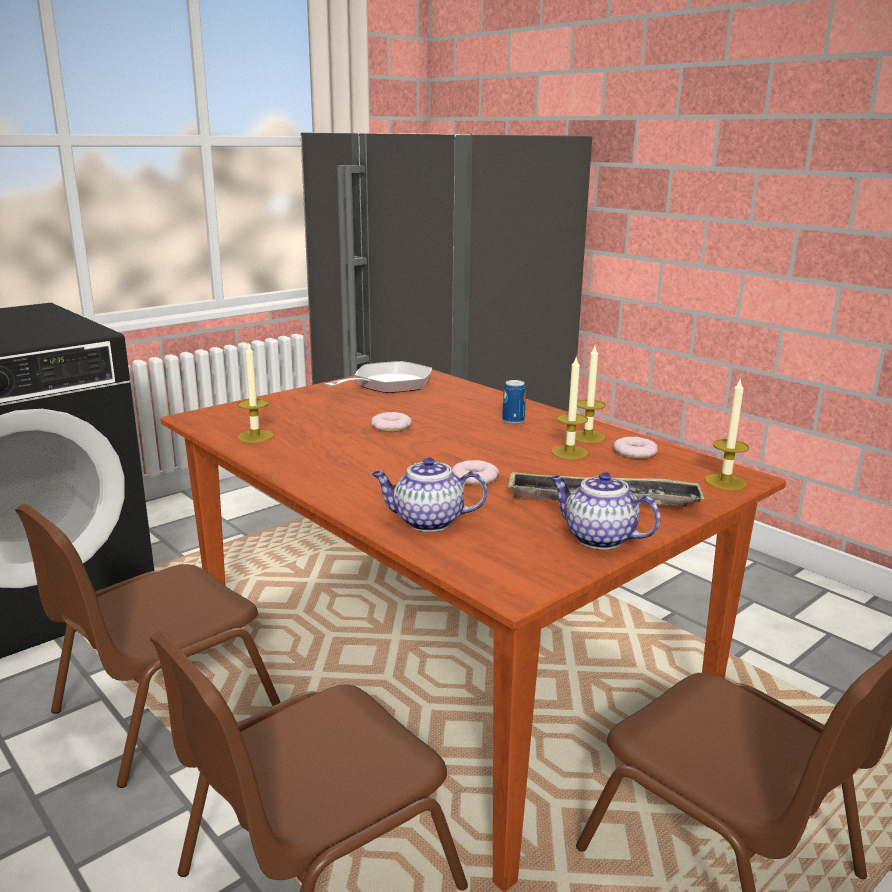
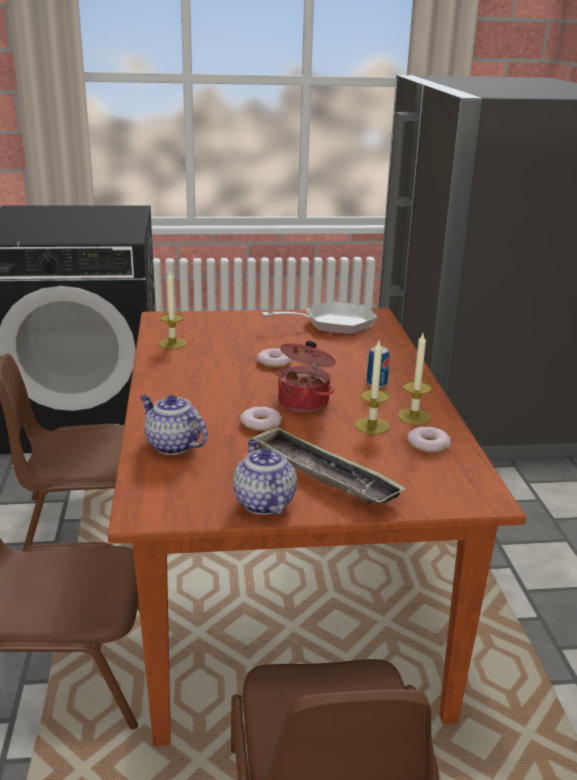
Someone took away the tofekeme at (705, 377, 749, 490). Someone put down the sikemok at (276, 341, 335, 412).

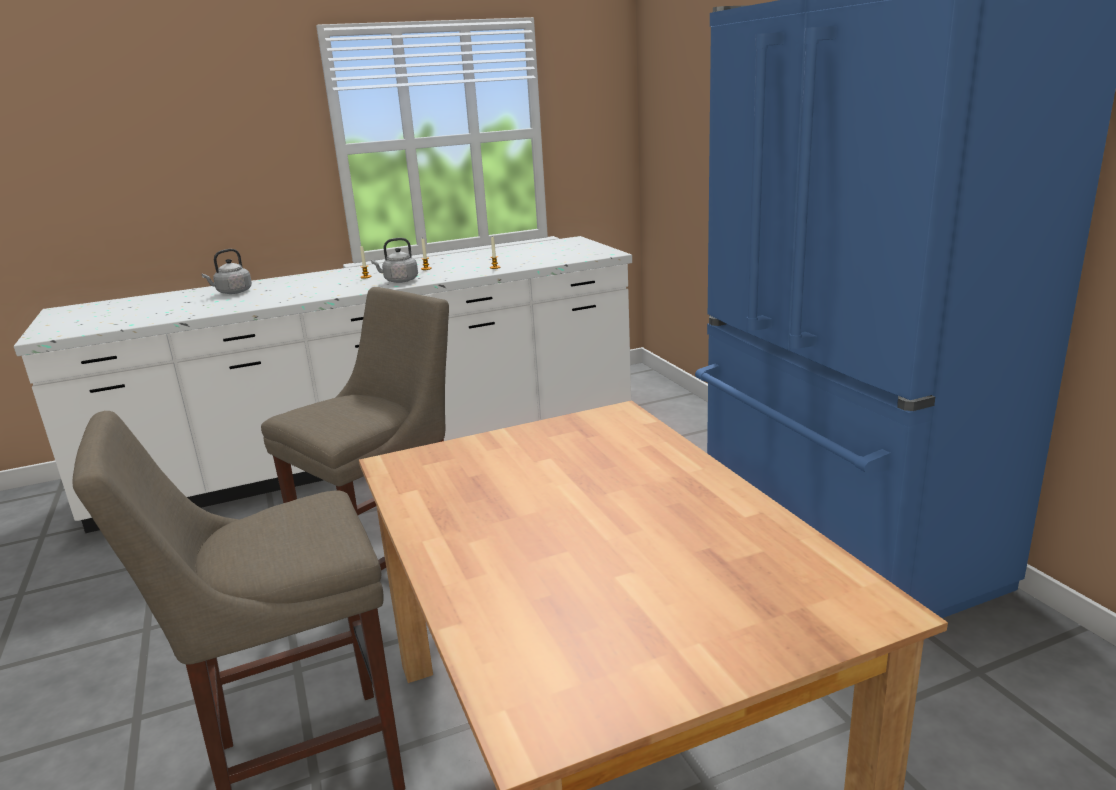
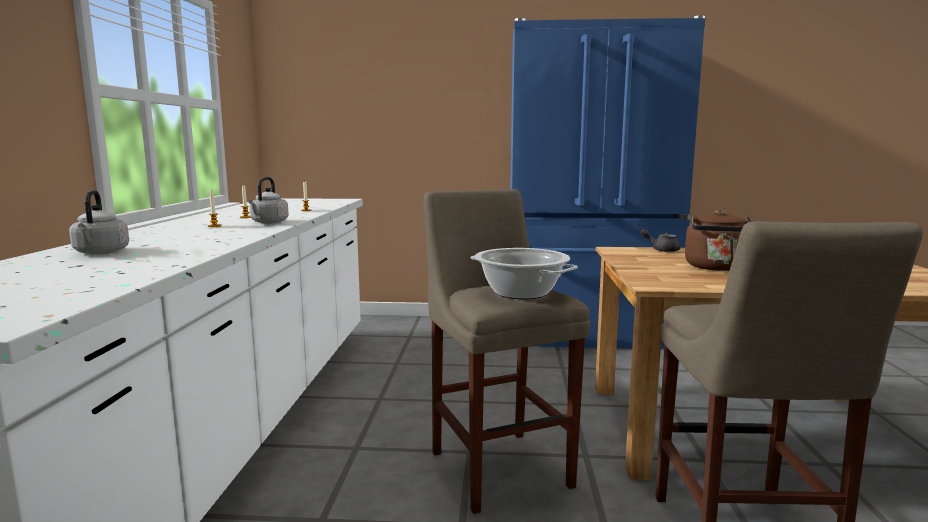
Someone put down the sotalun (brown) at (685, 210, 753, 271). Someone put down the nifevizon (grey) at (640, 229, 680, 252). Someone put down the sikemok at (470, 248, 578, 299).

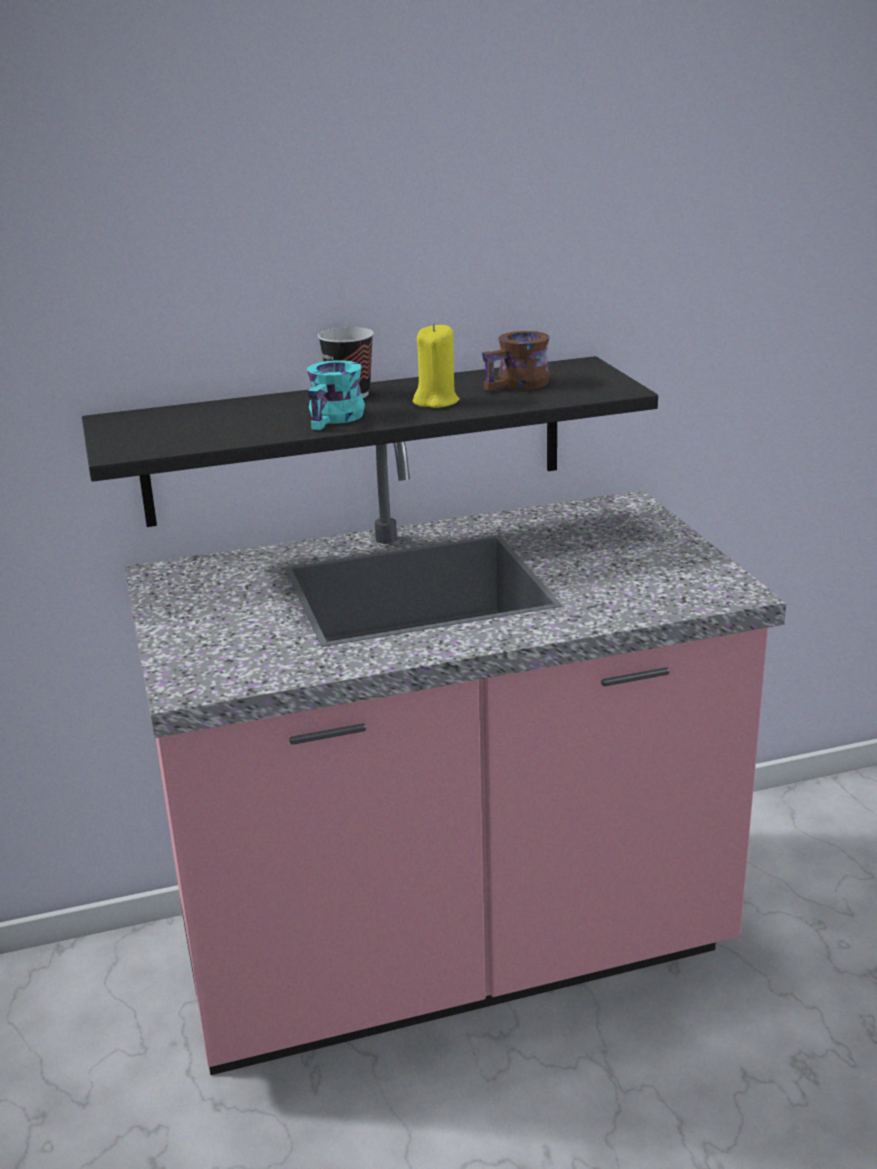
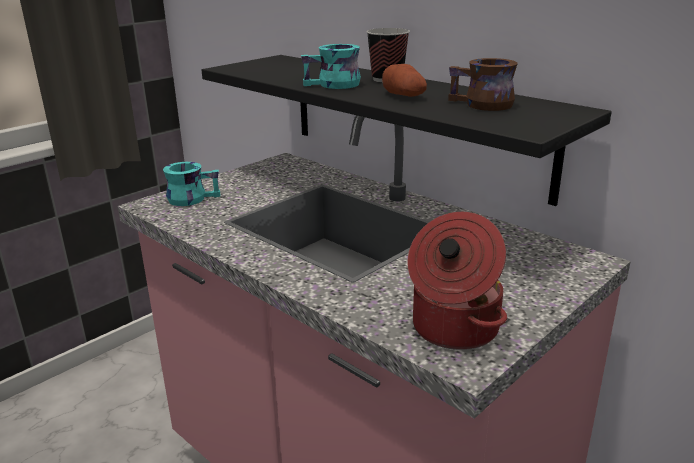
Someone swapped the tofekeme (yellow) at (413, 323, 460, 408) for the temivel at (382, 64, 427, 97). Someone put down the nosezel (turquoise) at (163, 162, 220, 206). Someone put down the sikemok at (407, 212, 507, 350).

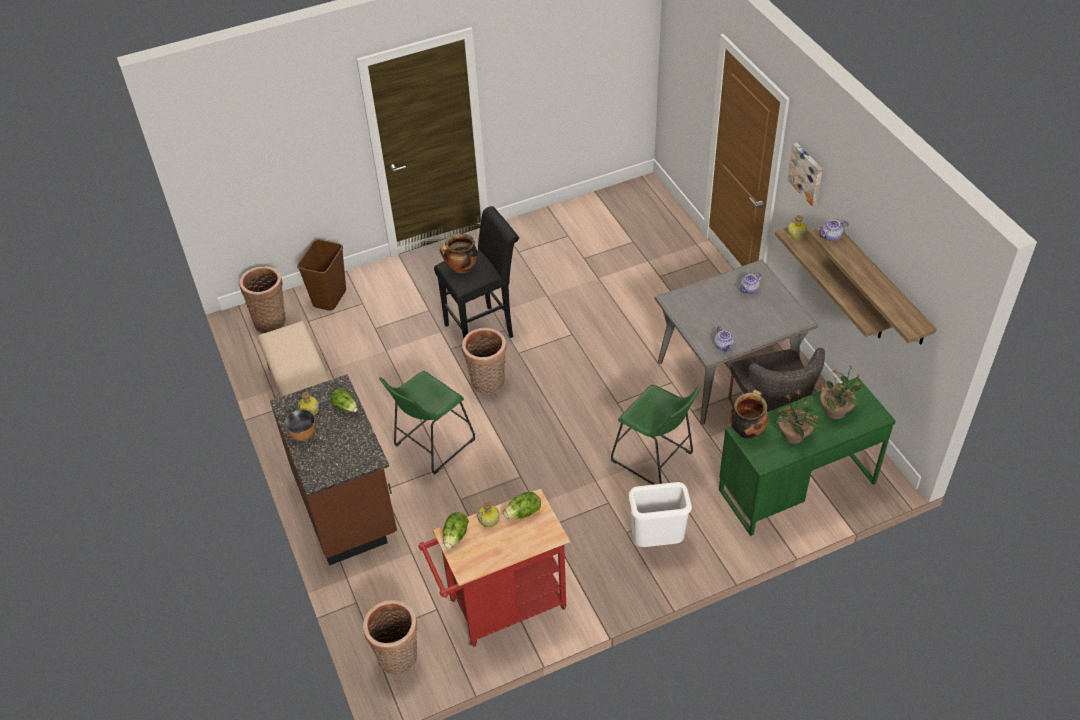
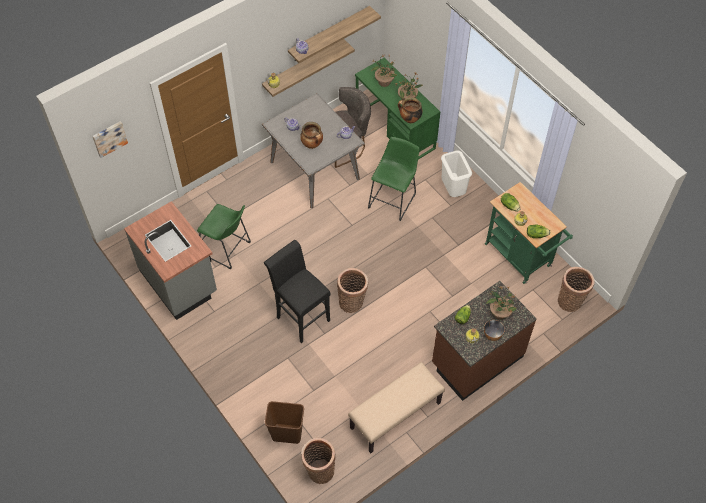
Someone carried the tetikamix from (787, 143, 823, 206) to (92, 121, 128, 158). Someone carried the sikemok from (440, 234, 478, 273) to (300, 122, 323, 149). Someone carried the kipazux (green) from (379, 371, 475, 474) to (197, 204, 251, 269). Someone repainted the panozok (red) at (418, 489, 570, 647), which became the panozok (green) at (485, 182, 573, 284). Someone put down the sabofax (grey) at (124, 201, 217, 320). Someone put down the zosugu at (486, 286, 517, 320).

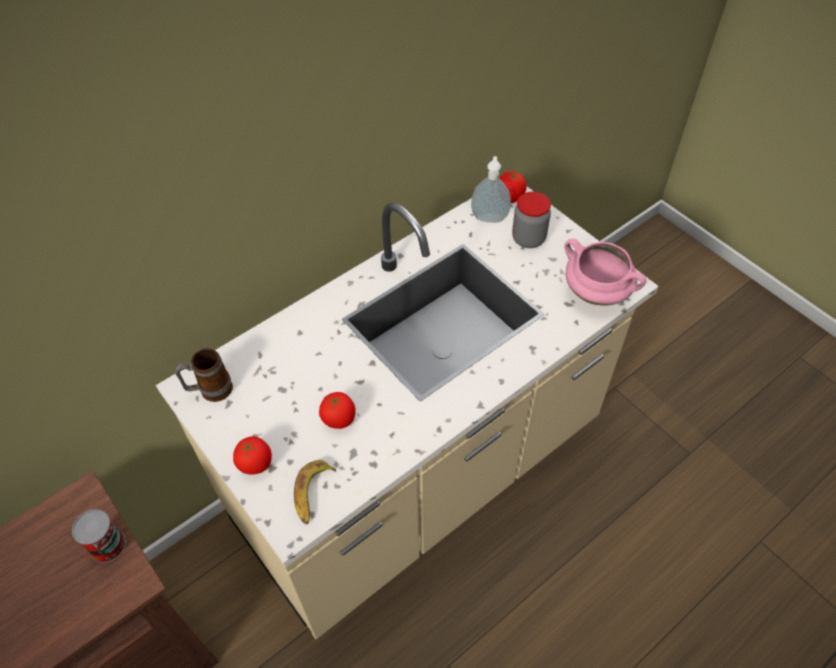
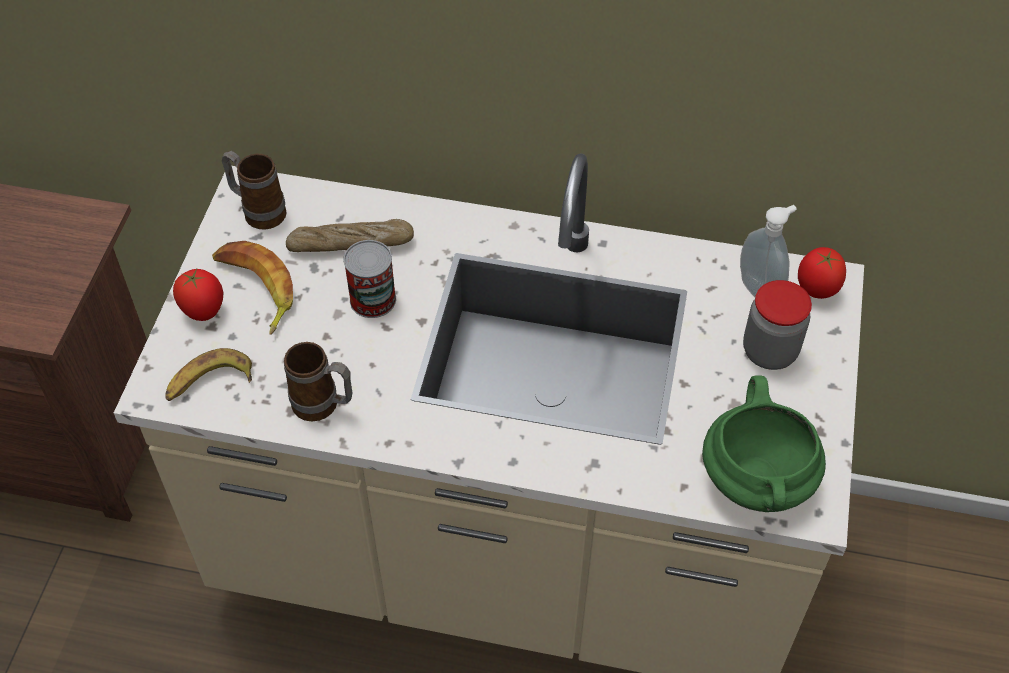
Someone repainted the sikemok (pink) at (564, 238, 646, 306), which became the sikemok (green) at (702, 375, 826, 512). Someone took away the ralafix at (319, 392, 356, 429). Someone carried the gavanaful from (72, 509, 126, 563) to (343, 240, 396, 318). Someone put down the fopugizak at (286, 219, 414, 252). Someone put down the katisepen at (212, 241, 293, 335). Someone put down the nosezel at (284, 342, 352, 421).

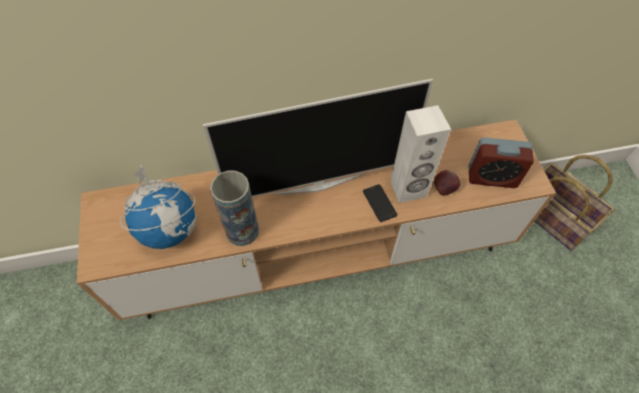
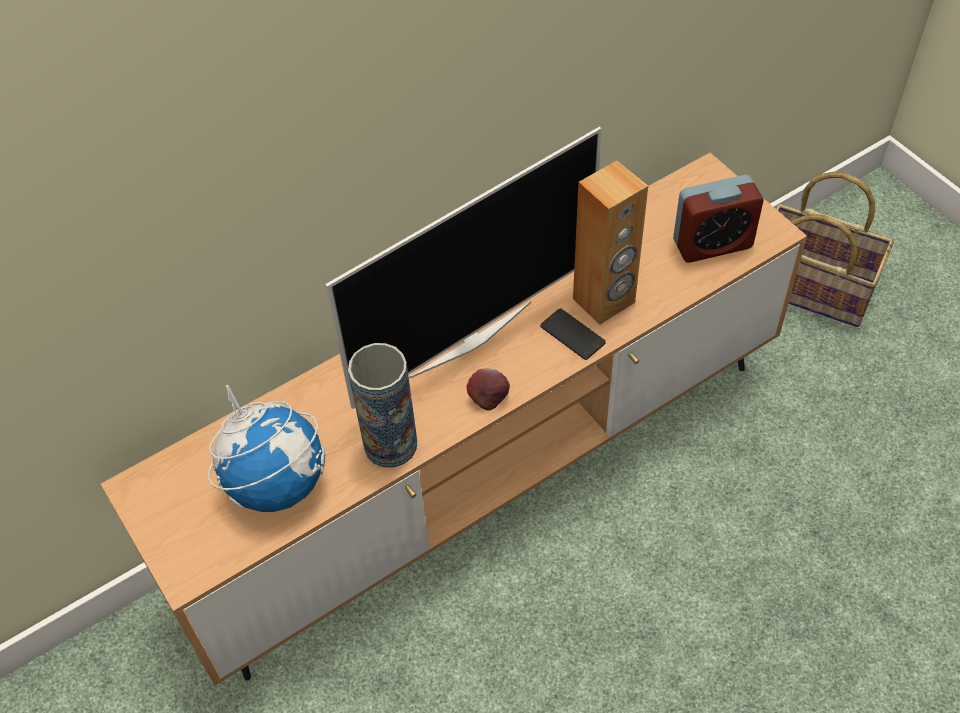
Someone repainted the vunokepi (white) at (391, 105, 451, 203), which became the vunokepi (brown) at (573, 160, 648, 325). Someone carried the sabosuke from (434, 170, 460, 196) to (466, 368, 510, 410).

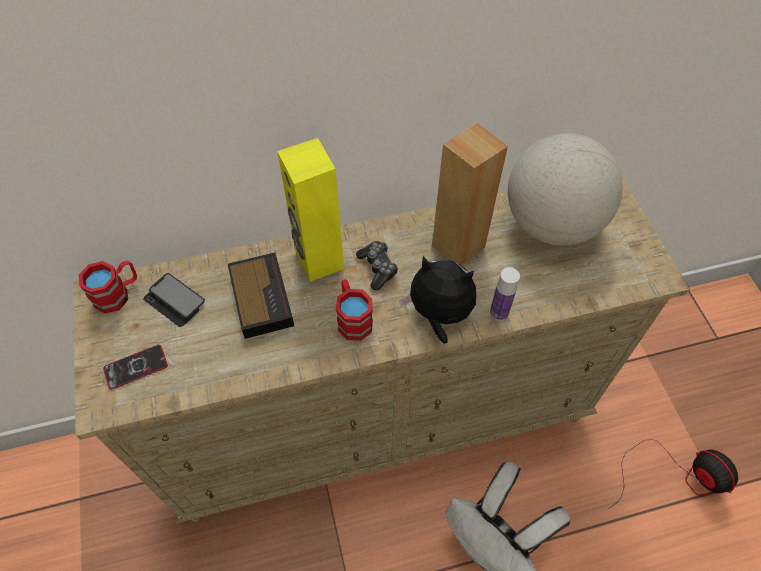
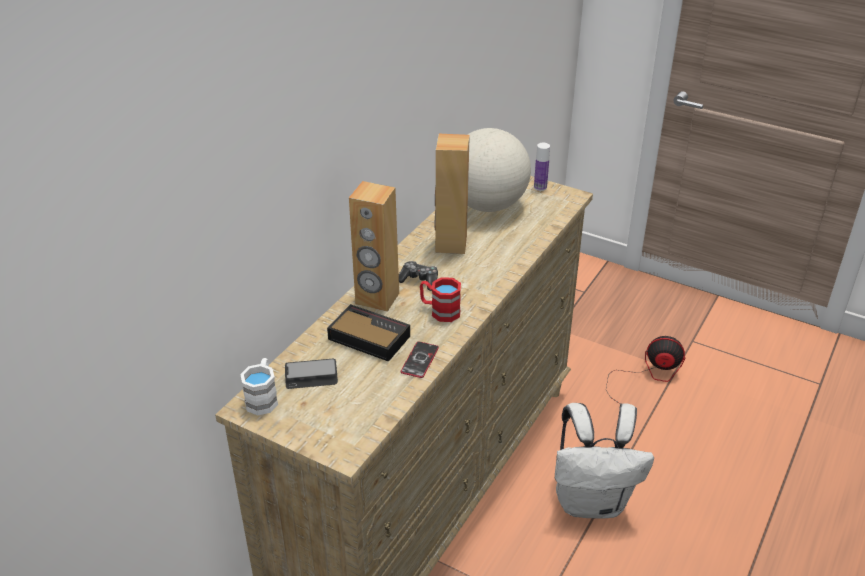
Someone repainted the vunokepi (yellow) at (277, 138, 344, 282), which became the vunokepi (brown) at (349, 181, 399, 312). Someone took away the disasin at (399, 256, 476, 344). Someone repainted the nosezel (red) at (79, 260, 137, 314), which became the nosezel (white) at (240, 358, 278, 416). Someone carried the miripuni from (490, 267, 520, 321) to (534, 143, 550, 191). Someone carried the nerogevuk from (103, 345, 168, 390) to (401, 341, 439, 378).

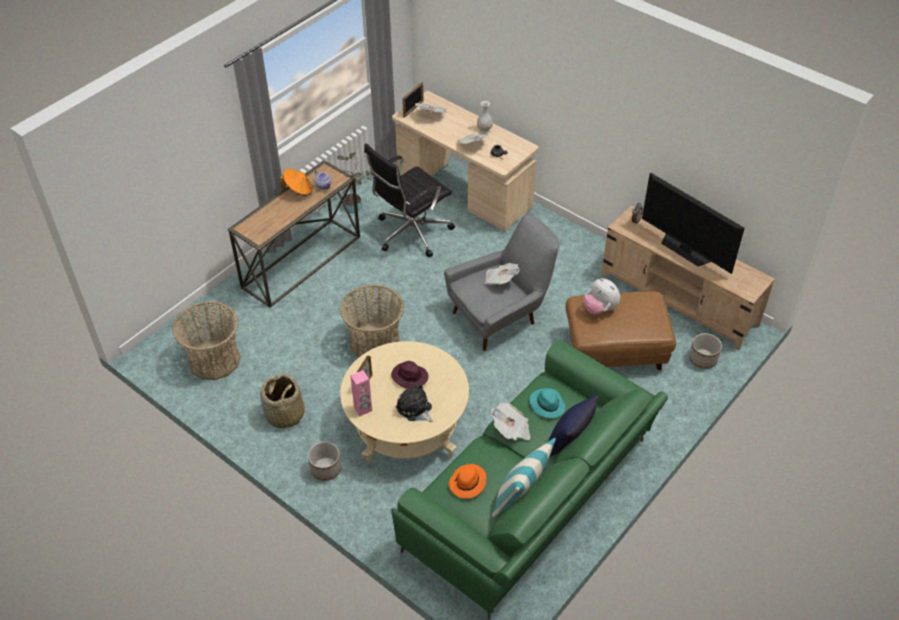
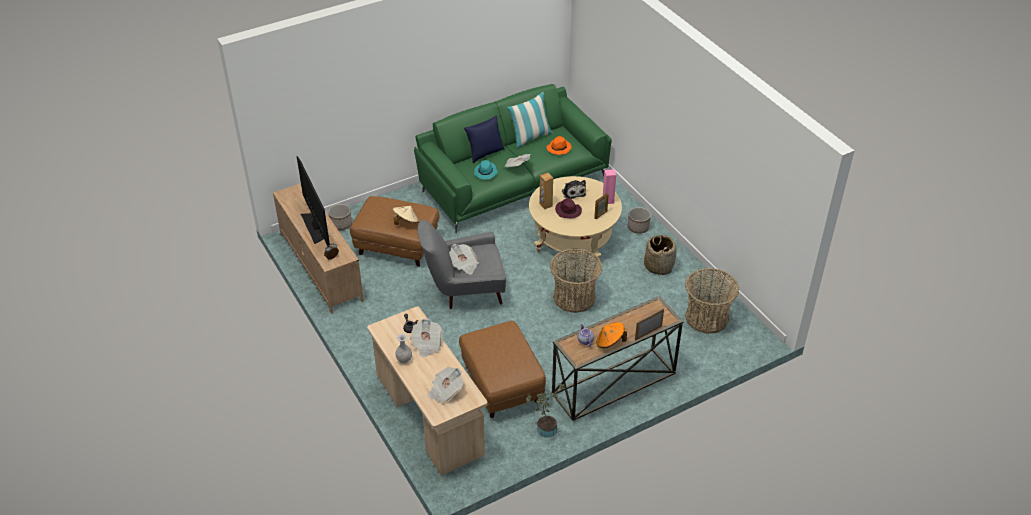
Someone carried the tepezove from (402, 82, 424, 118) to (635, 309, 664, 340). Someone swapped the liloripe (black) at (364, 144, 455, 257) for the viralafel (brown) at (459, 321, 546, 418). Someone swapped the disasin at (583, 278, 620, 315) for the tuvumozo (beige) at (393, 206, 419, 225). Someone put down the vunokepi (brown) at (539, 173, 553, 209).

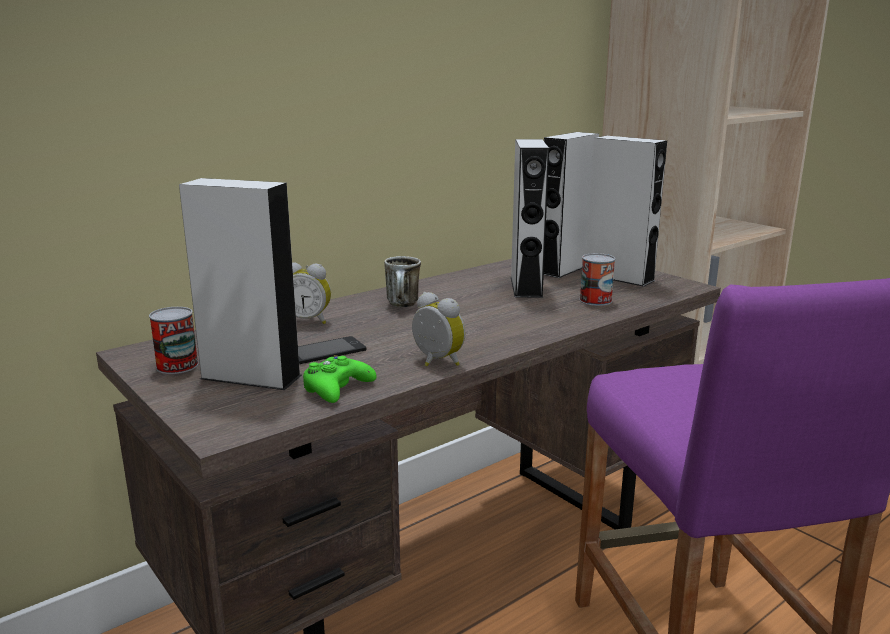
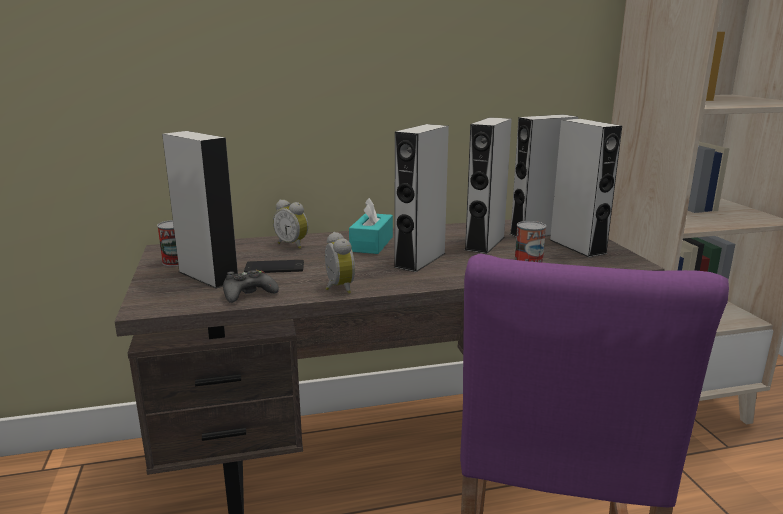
Someone swapped the nosezel at (384, 256, 421, 307) for the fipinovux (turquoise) at (349, 198, 393, 254). Someone repainted the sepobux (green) at (303, 355, 377, 403), which became the sepobux (black) at (223, 270, 279, 303). Someone put down the vunokepi (grey) at (393, 124, 449, 272).

